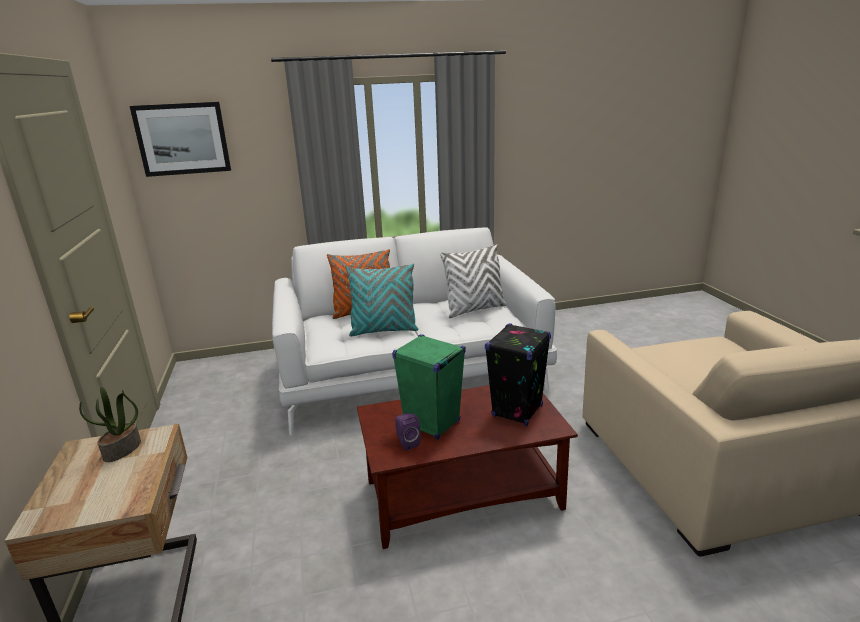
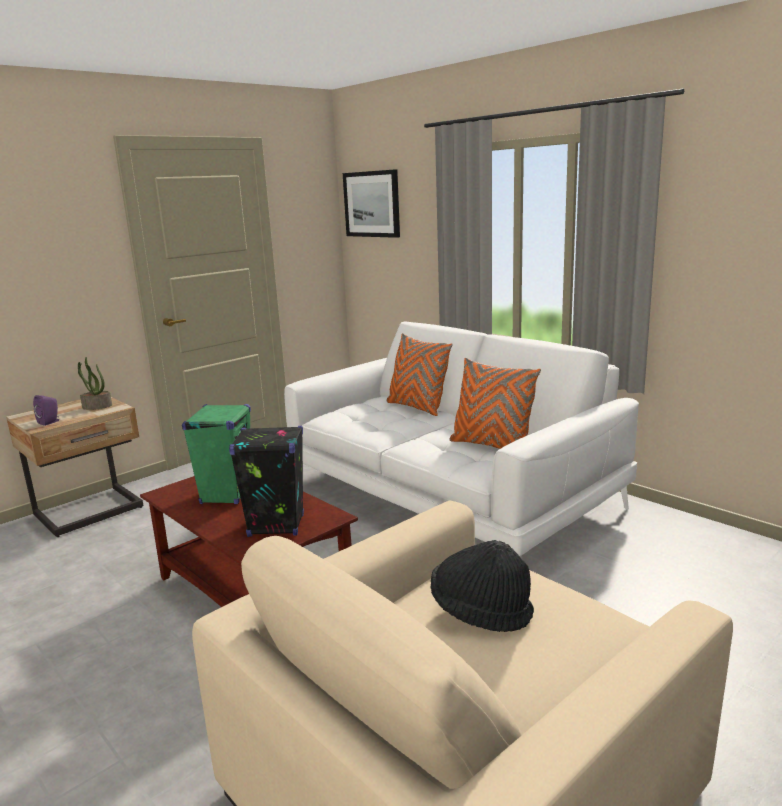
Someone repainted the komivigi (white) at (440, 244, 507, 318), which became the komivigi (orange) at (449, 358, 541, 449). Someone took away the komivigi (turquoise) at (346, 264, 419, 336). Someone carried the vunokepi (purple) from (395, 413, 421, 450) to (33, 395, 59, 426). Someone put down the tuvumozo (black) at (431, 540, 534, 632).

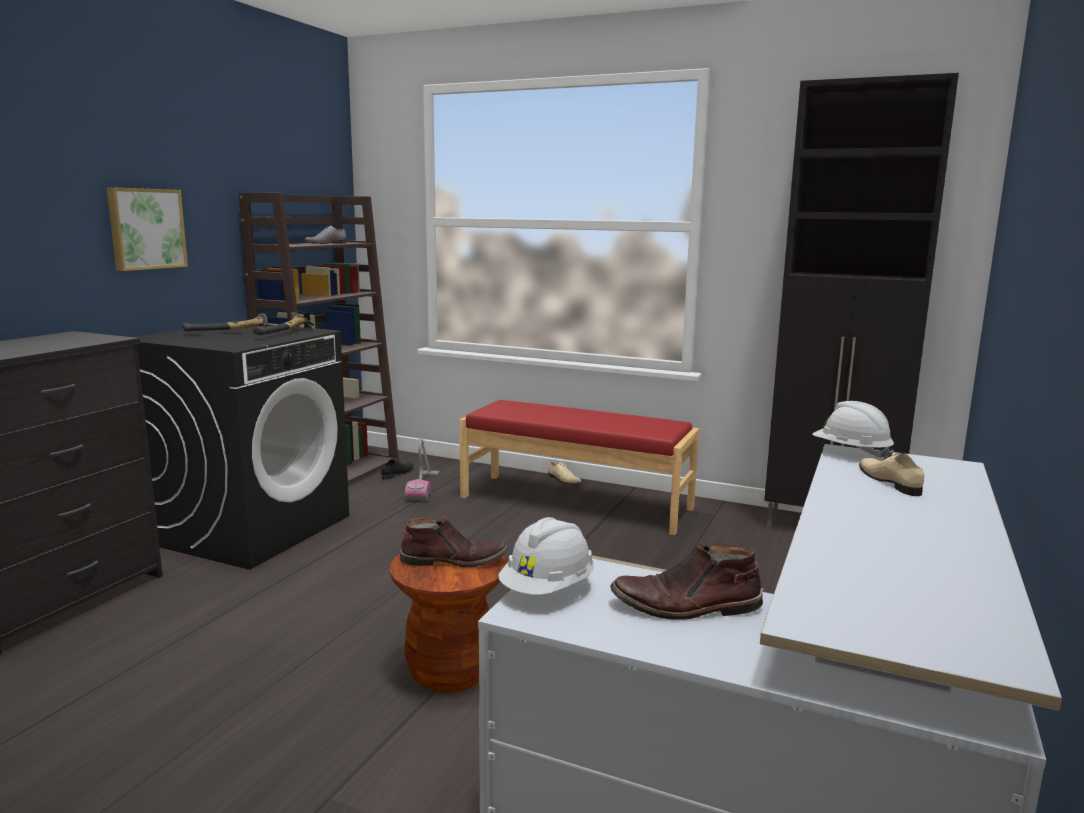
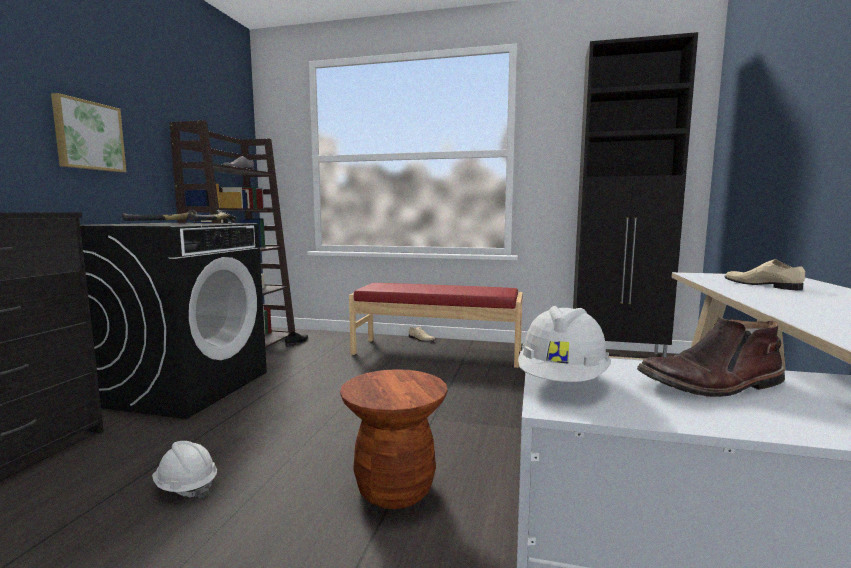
Someone carried the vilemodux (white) from (812, 401, 894, 460) to (152, 441, 217, 499). Someone took away the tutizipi at (405, 438, 439, 501). Someone took away the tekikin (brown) at (400, 517, 508, 567).

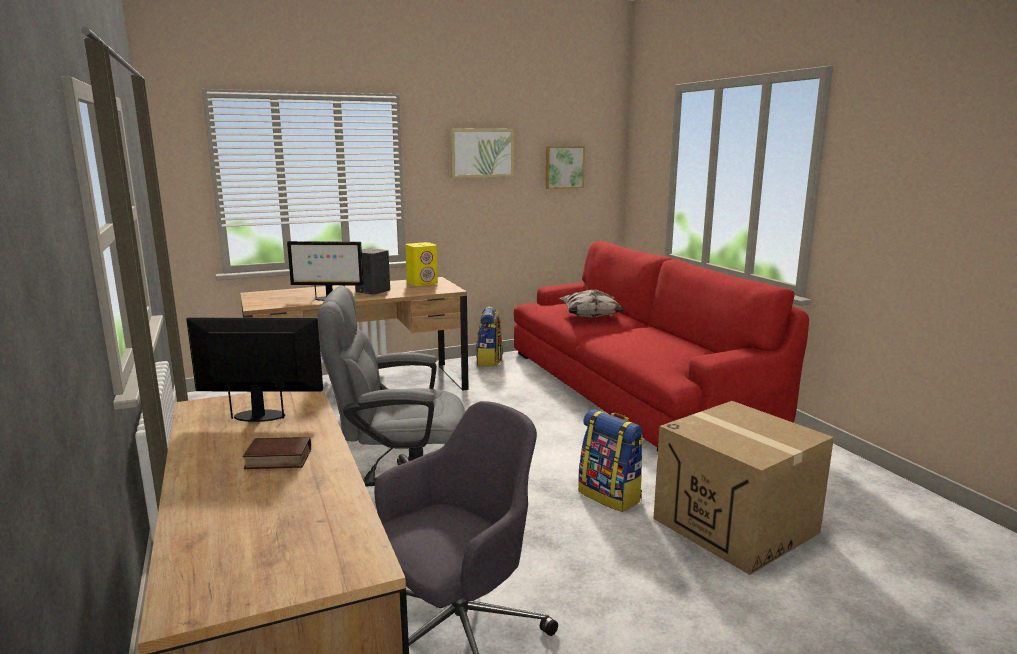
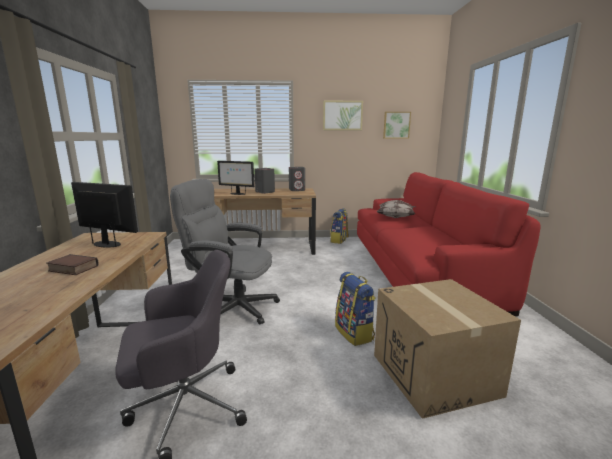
Someone repainted the vunokepi (yellow) at (405, 242, 438, 286), which became the vunokepi (grey) at (289, 167, 305, 191).

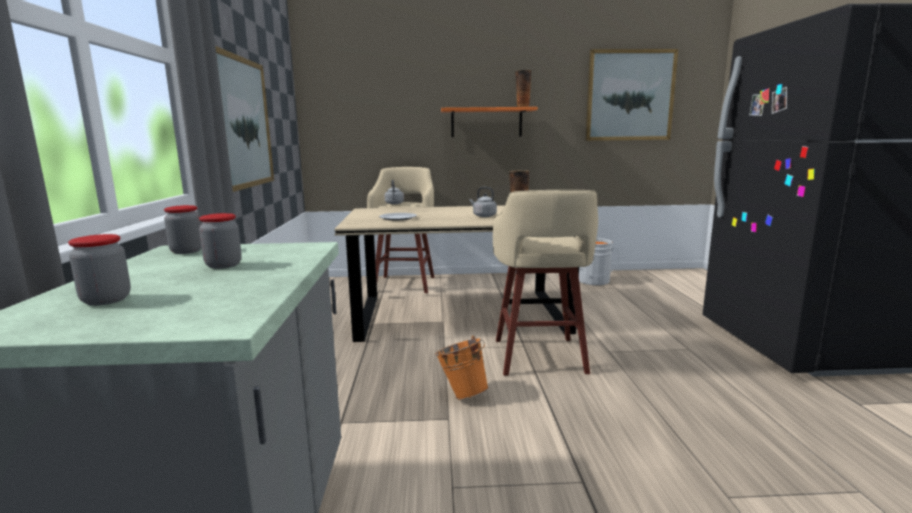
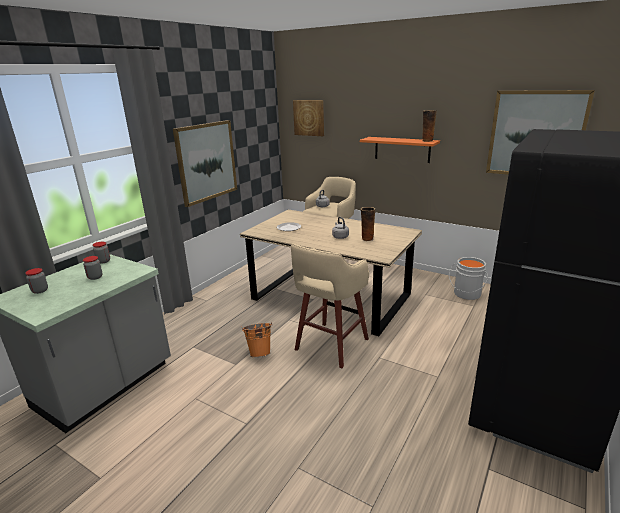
Someone put up the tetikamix at (293, 100, 324, 136).

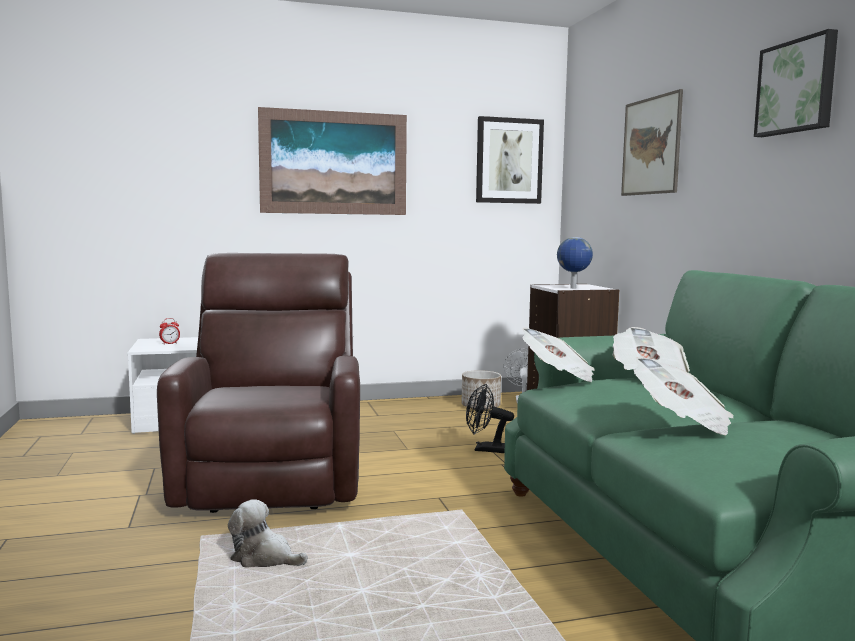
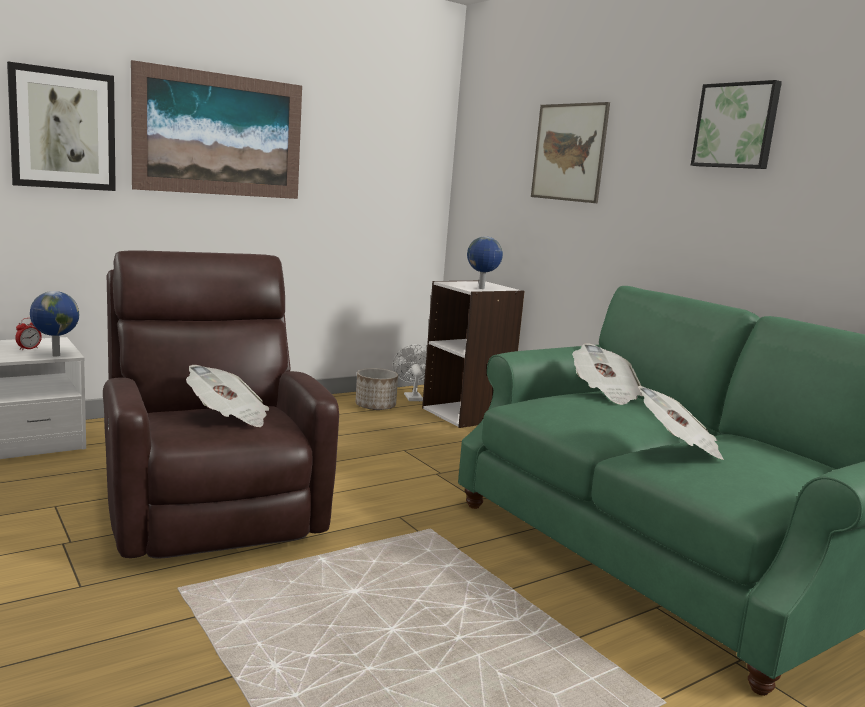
Someone carried the tetikamix from (476, 116, 544, 204) to (7, 61, 116, 191). Someone carried the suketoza from (522, 328, 595, 382) to (186, 365, 269, 427). Someone took away the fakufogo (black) at (466, 383, 514, 453). Someone took away the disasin at (228, 499, 308, 568). Someone put down the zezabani at (30, 291, 79, 357).

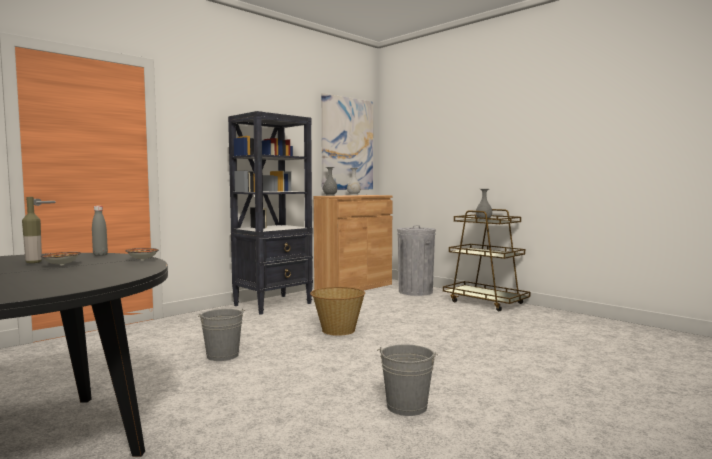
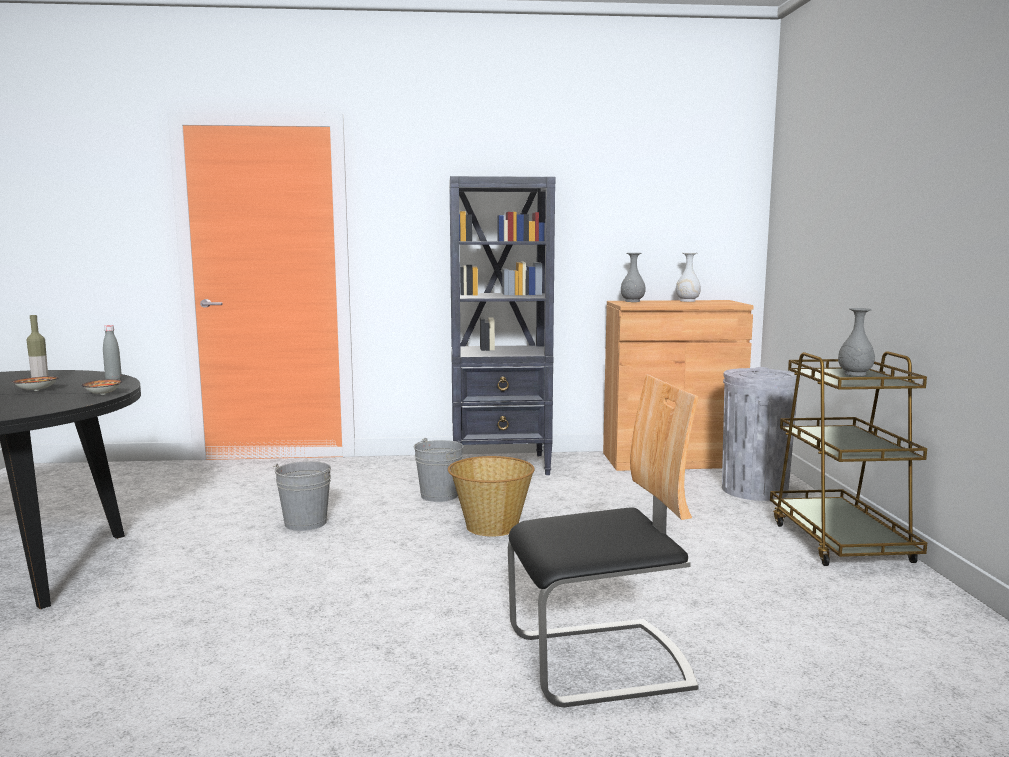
Someone took away the tetikamix at (321, 93, 373, 190). Someone carried the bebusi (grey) from (377, 344, 438, 416) to (414, 438, 463, 502). Someone put down the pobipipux at (508, 374, 698, 707).

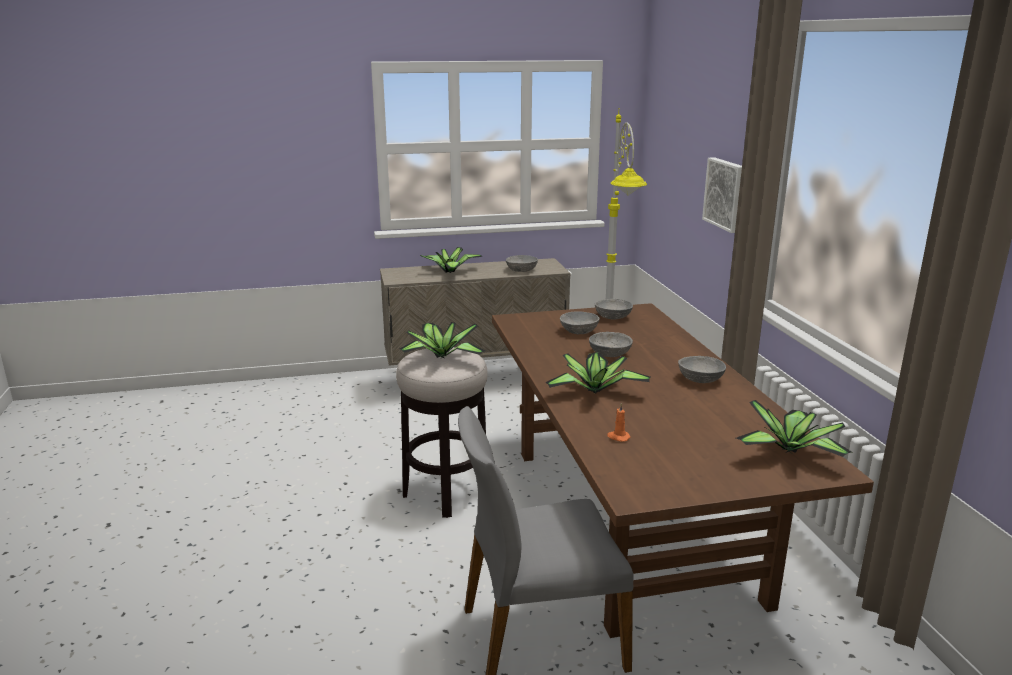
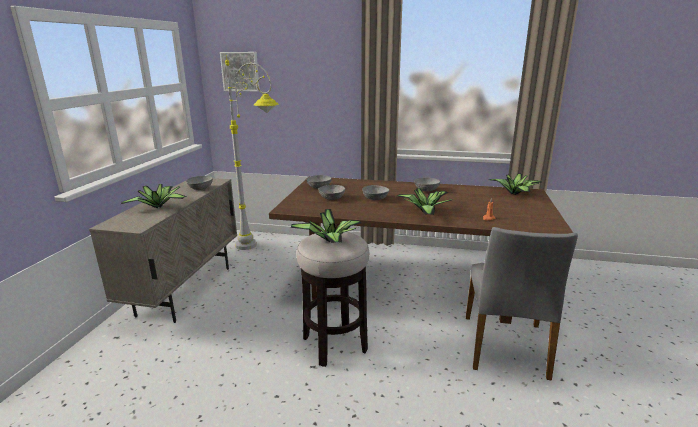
Someone carried the tetikamix from (702, 157, 742, 233) to (220, 52, 260, 92).

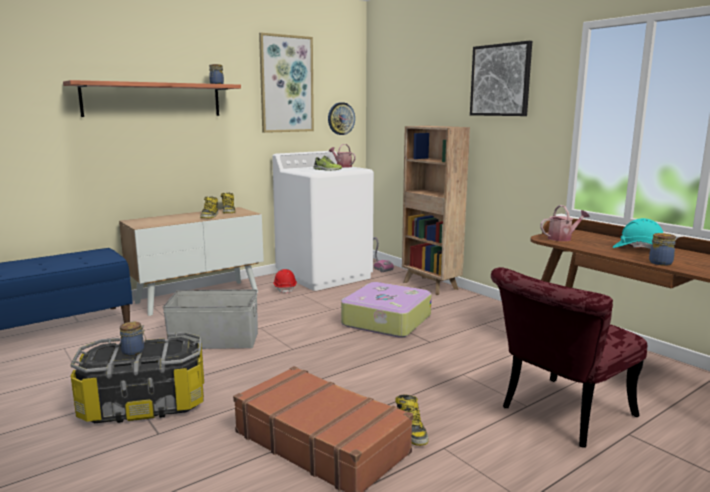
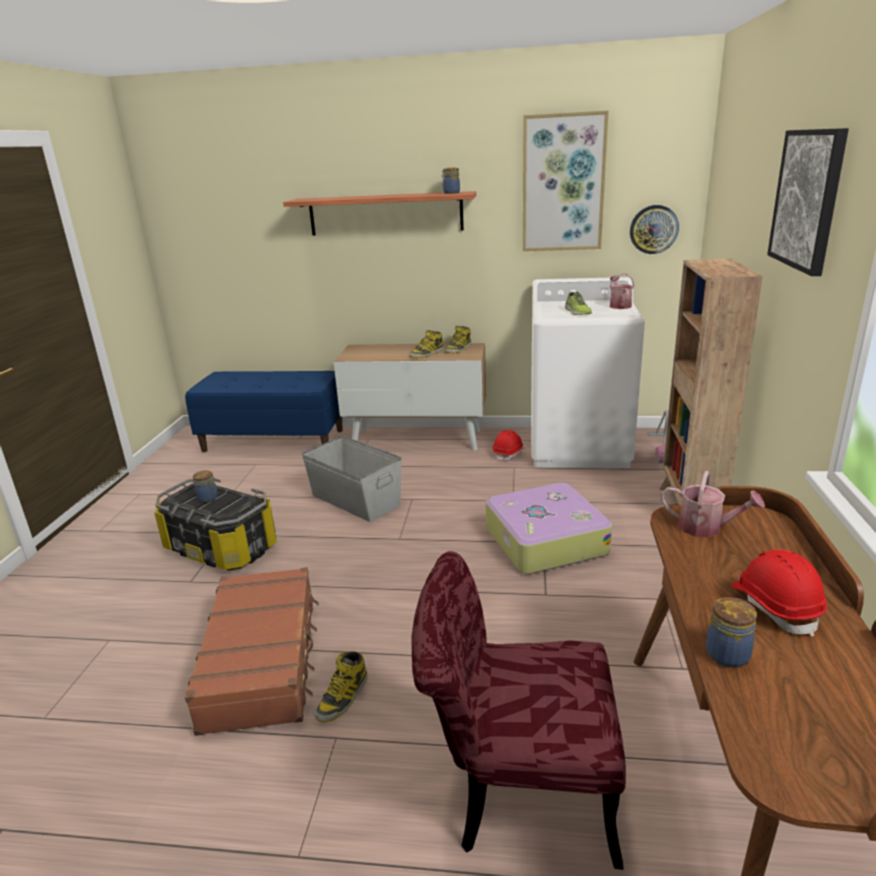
Someone repainted the vilemodux (turquoise) at (613, 218, 663, 249), which became the vilemodux (red) at (731, 549, 827, 637).

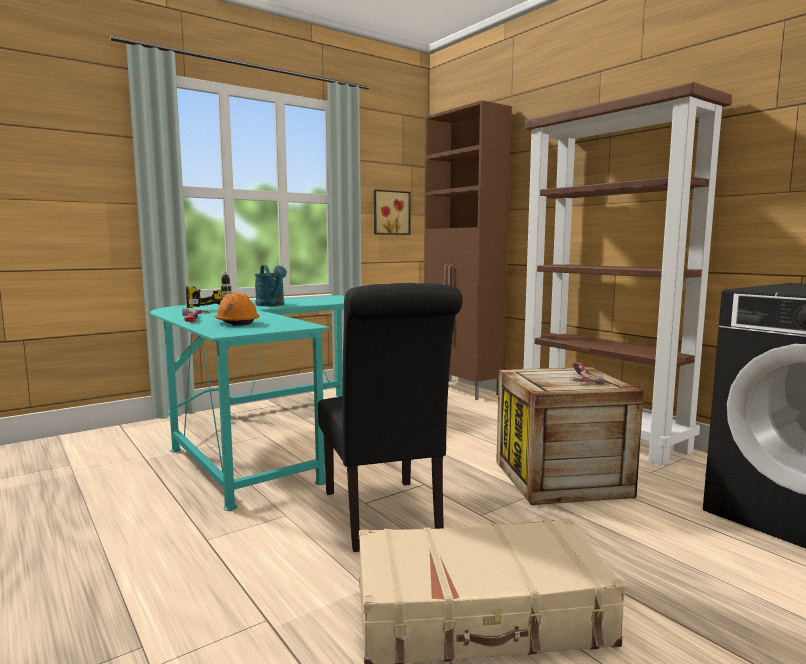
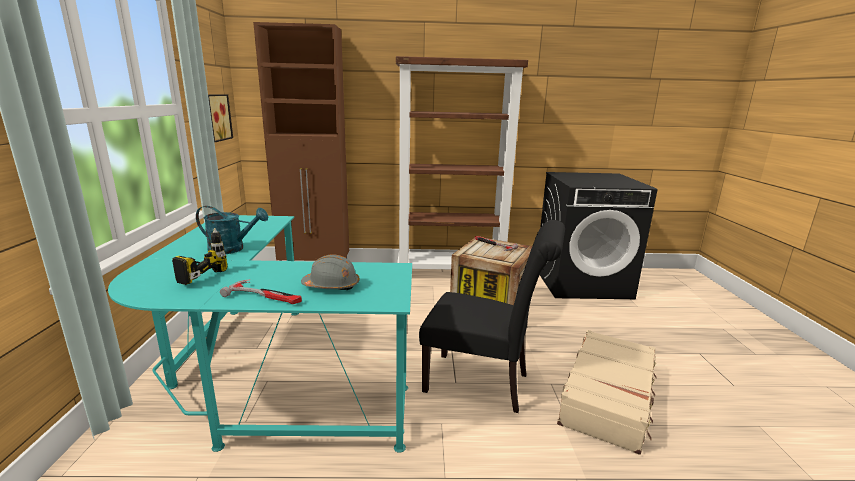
Someone repainted the vilemodux (orange) at (215, 292, 259, 326), which became the vilemodux (grey) at (301, 254, 360, 290).

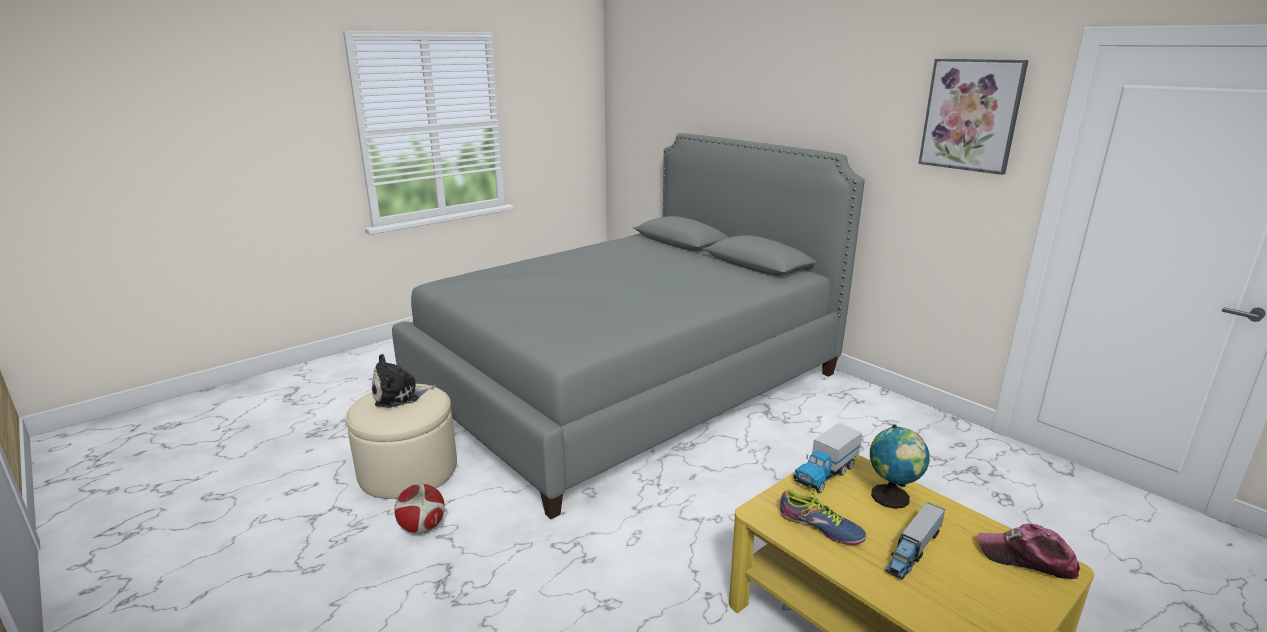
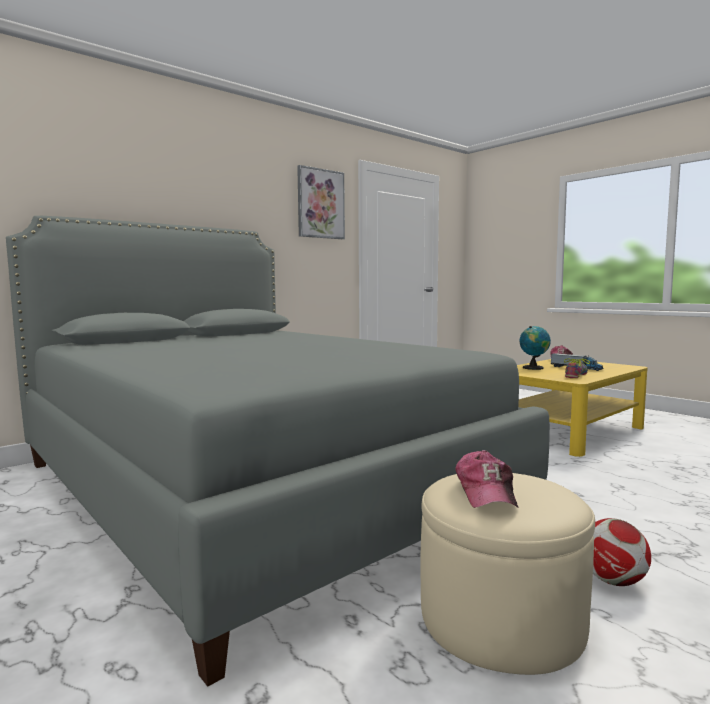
Someone swapped the disasin at (372, 354, 435, 408) for the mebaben at (455, 450, 518, 508). Someone took away the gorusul at (793, 423, 862, 493).

